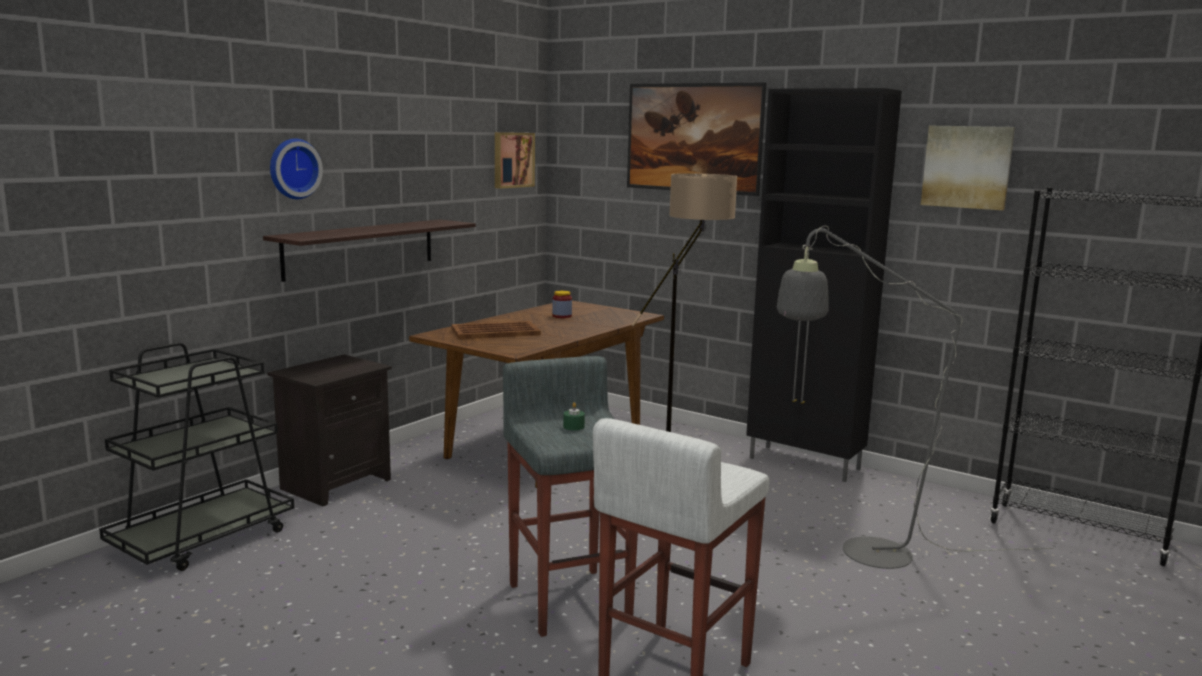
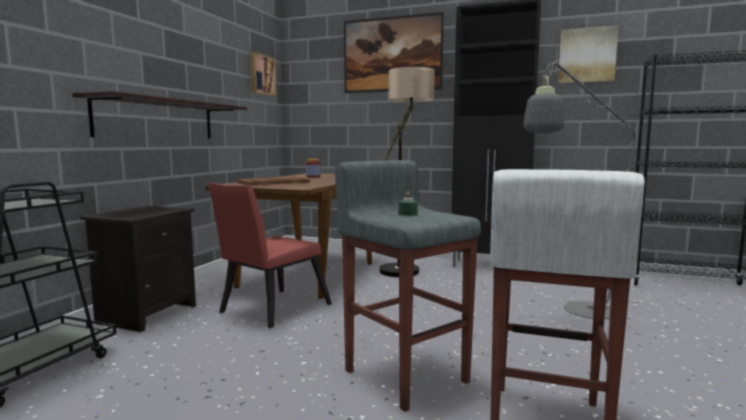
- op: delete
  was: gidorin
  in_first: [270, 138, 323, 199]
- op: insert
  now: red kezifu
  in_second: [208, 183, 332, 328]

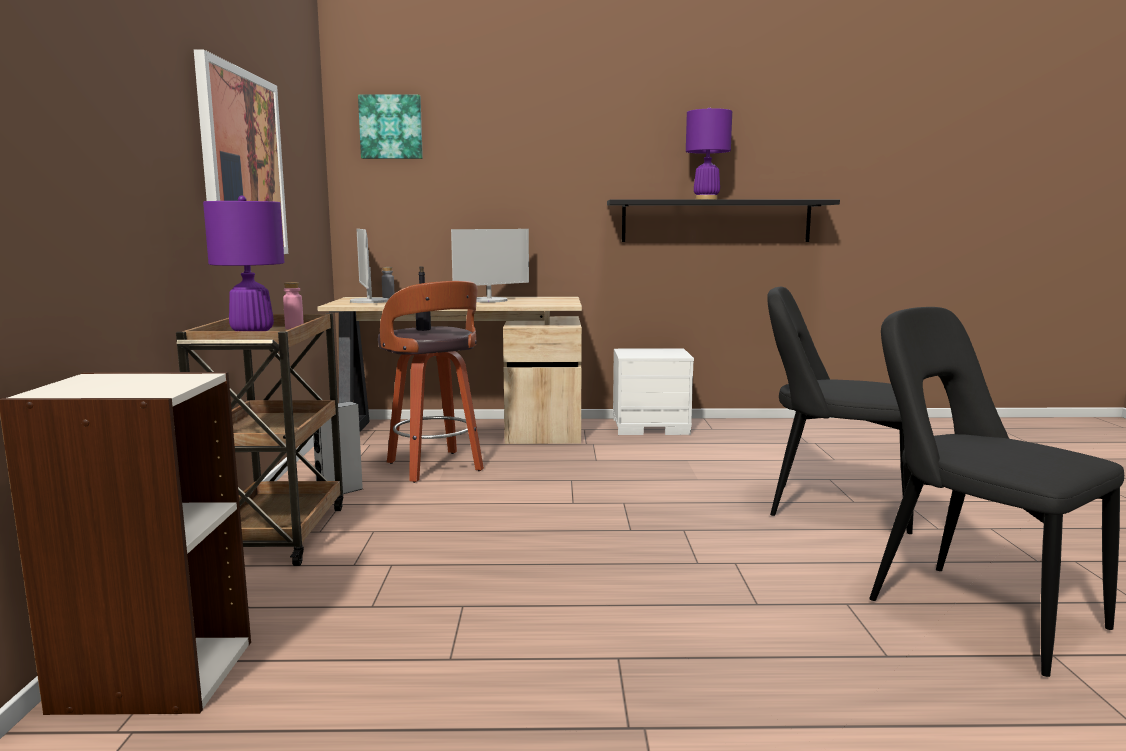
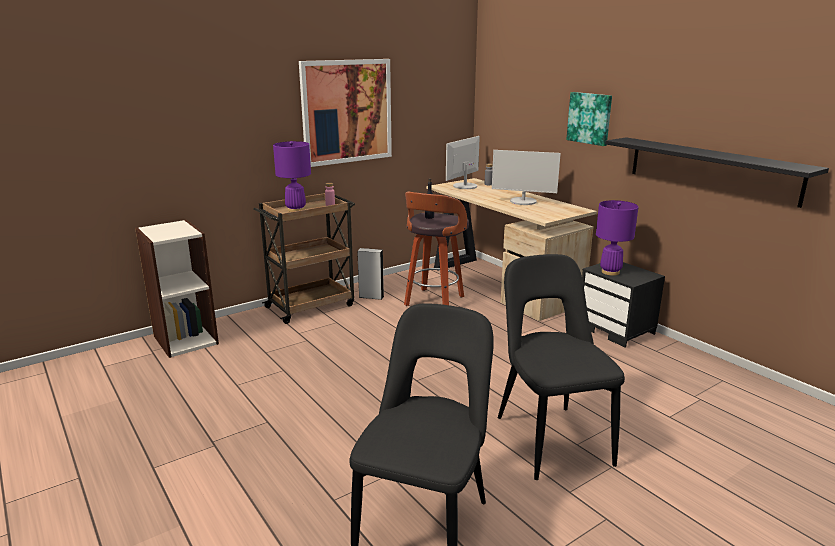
- op: move
  was: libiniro
  in_first: [358, 95, 423, 159]
  in_second: [566, 92, 612, 146]
- op: recolor
  was: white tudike
  now: black tudike
  in_first: [613, 348, 694, 435]
  in_second: [582, 262, 665, 348]
- op: move
  was: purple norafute
  in_first: [686, 108, 732, 200]
  in_second: [596, 200, 638, 276]

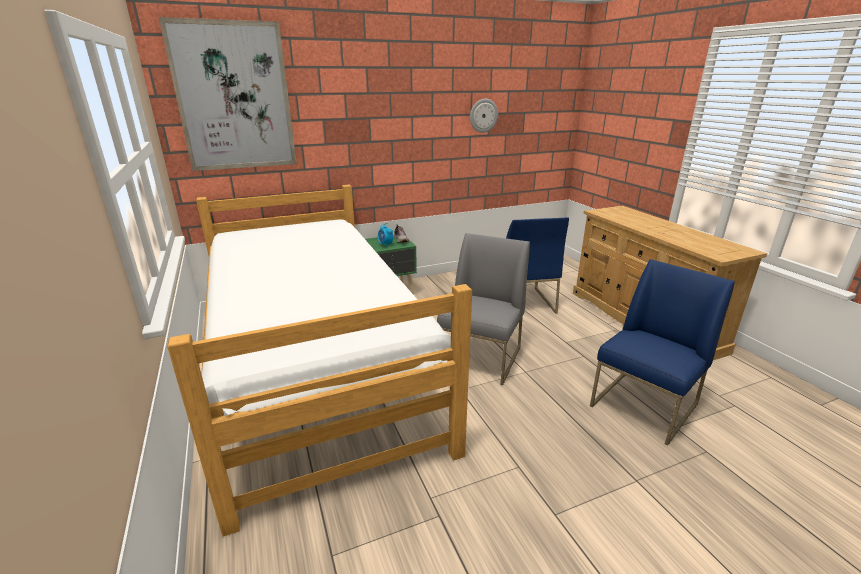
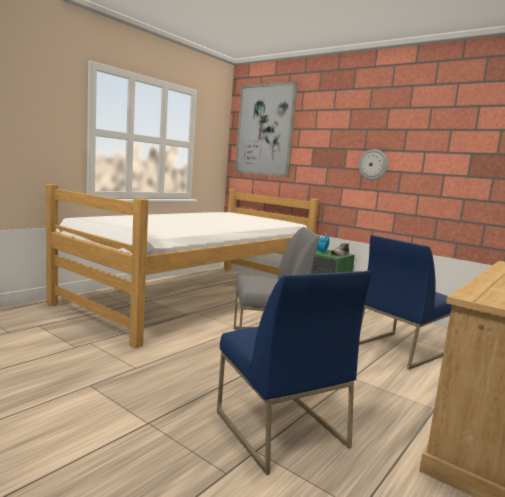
- op: move
  was: gidorin
  in_first: [470, 99, 498, 133]
  in_second: [358, 149, 388, 180]
- op: rotate
  was: blue kezifu
  in_first: [590, 259, 735, 446]
  in_second: [217, 271, 372, 475]
  clockwise: 45

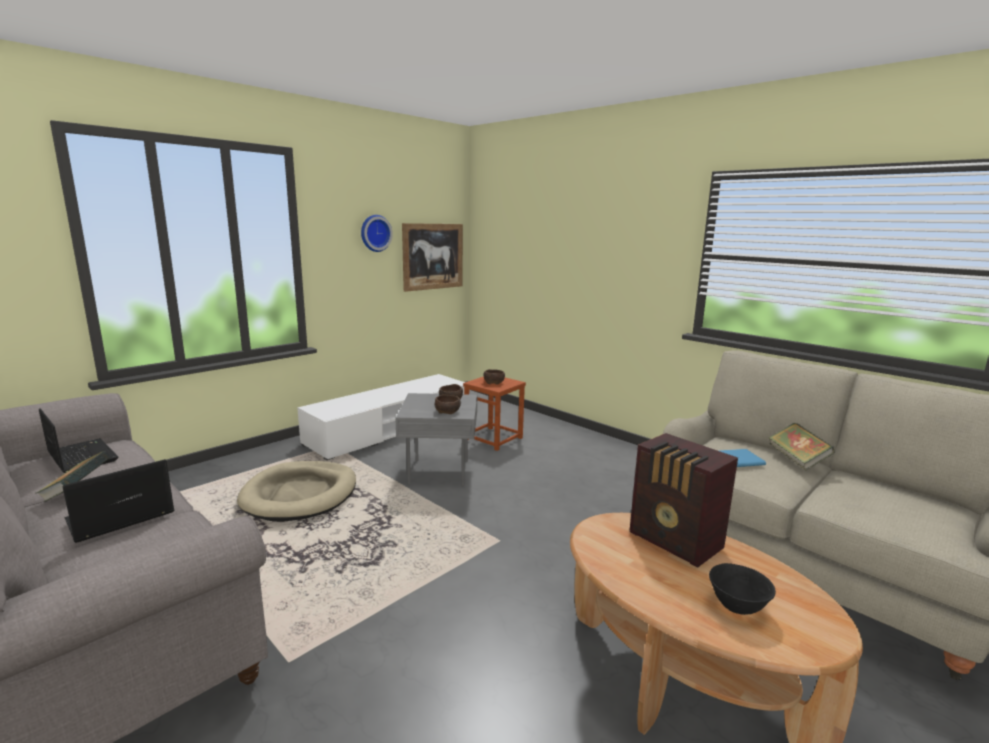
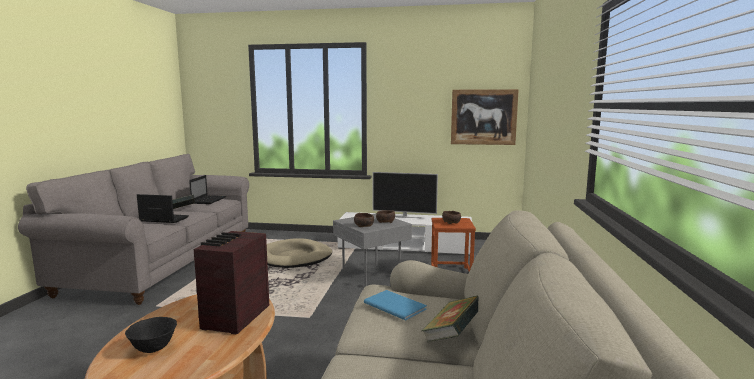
- op: delete
  was: gidorin
  in_first: [361, 215, 393, 252]
- op: insert
  now: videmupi
  in_second: [373, 172, 438, 218]

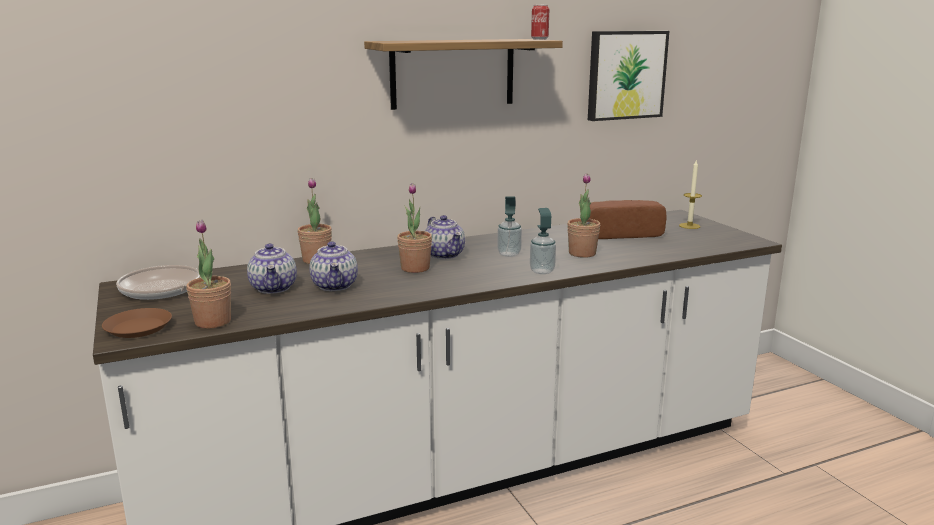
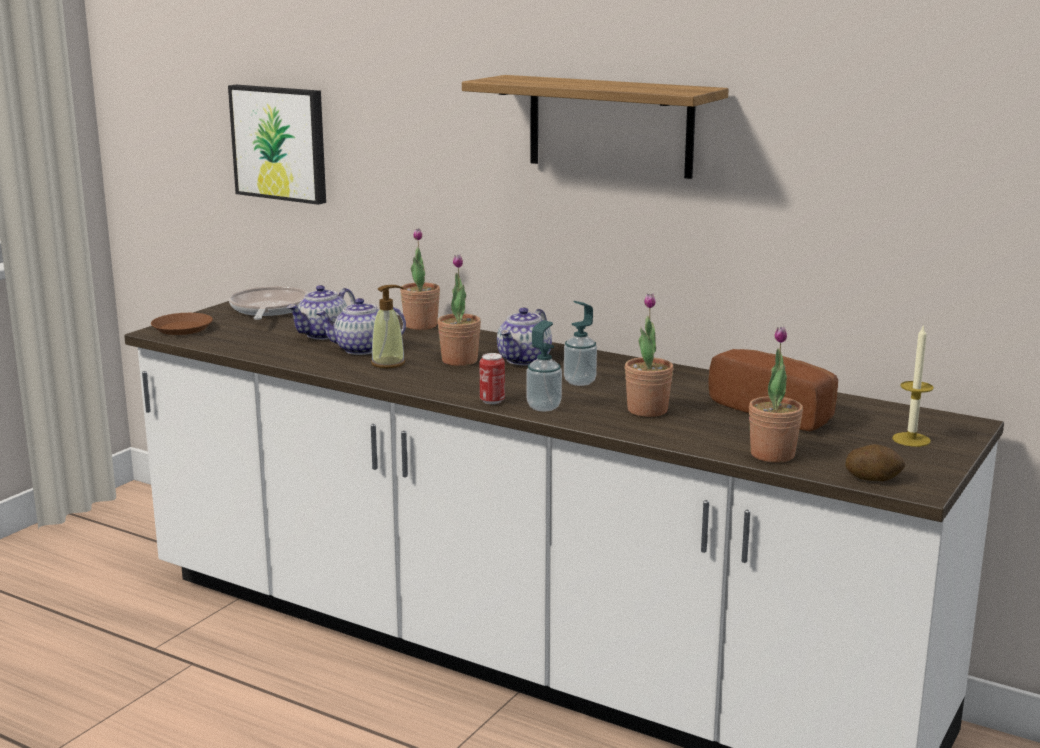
- op: move
  was: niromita
  in_first: [186, 220, 231, 329]
  in_second: [749, 326, 803, 463]
- op: rotate
  was: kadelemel
  in_first: [309, 241, 358, 291]
  in_second: [315, 298, 406, 355]
  clockwise: 45
- op: move
  was: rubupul
  in_first: [531, 5, 549, 40]
  in_second: [480, 353, 505, 404]
- op: move
  was: libiniro
  in_first: [588, 31, 669, 121]
  in_second: [228, 85, 326, 205]
- op: insert
  now: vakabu
  in_second: [371, 285, 405, 368]
- op: insert
  now: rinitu
  in_second: [845, 444, 905, 481]

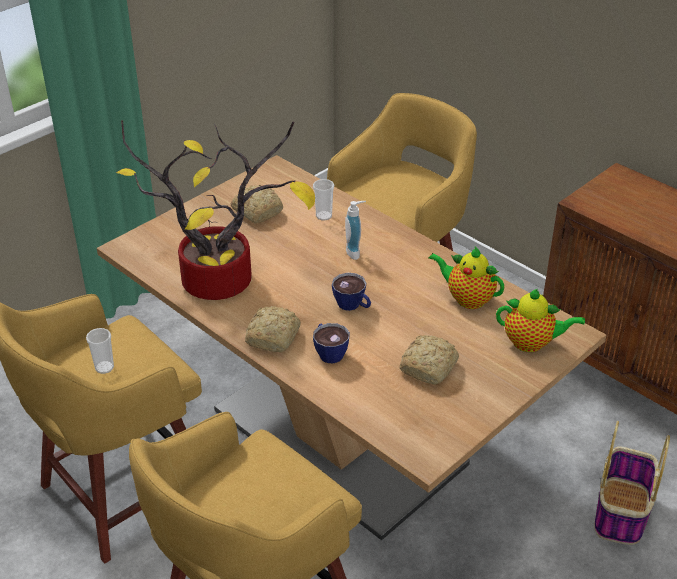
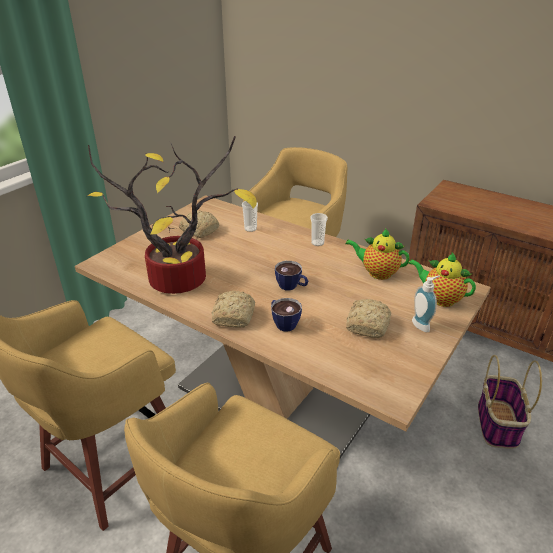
- op: move
  was: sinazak
  in_first: [86, 328, 114, 374]
  in_second: [310, 213, 328, 246]
- op: move
  was: vakabu
  in_first: [345, 201, 366, 260]
  in_second: [412, 276, 440, 332]
- op: rotate
  was: kadelemel
  in_first: [496, 289, 585, 352]
  in_second: [408, 253, 476, 307]
  clockwise: -150

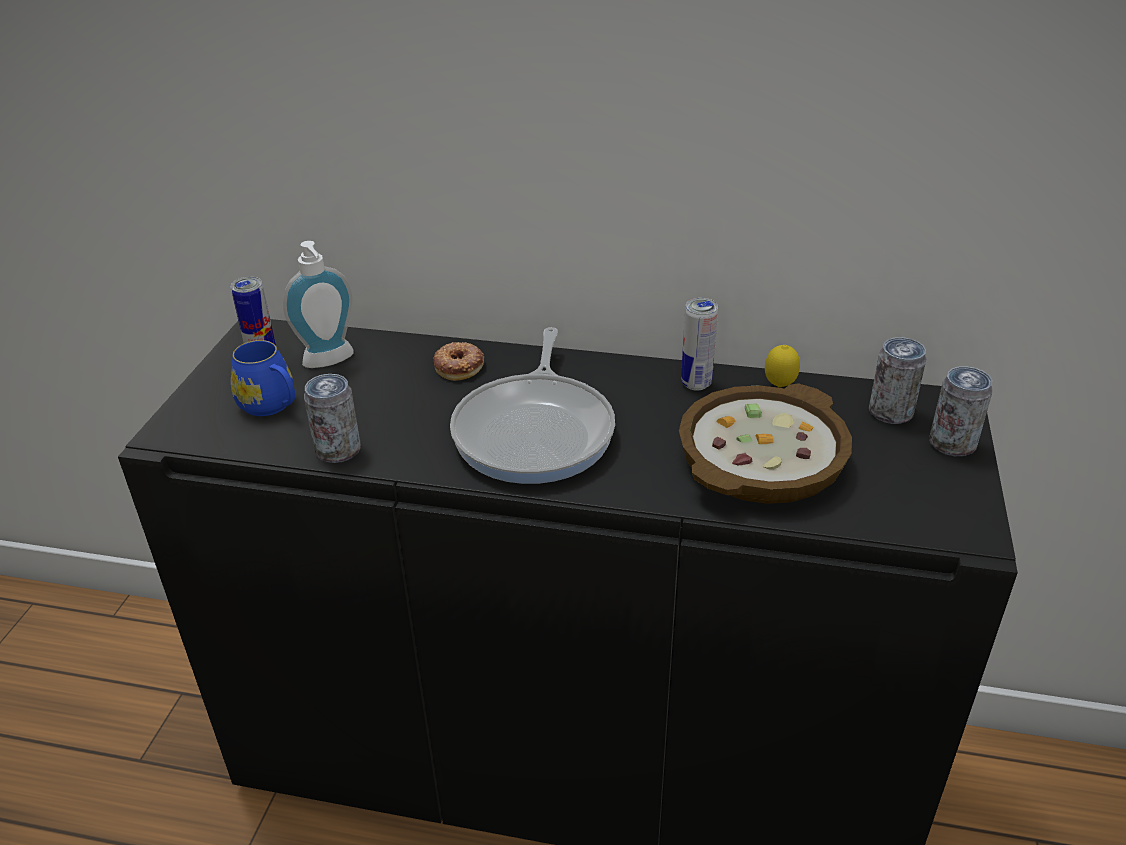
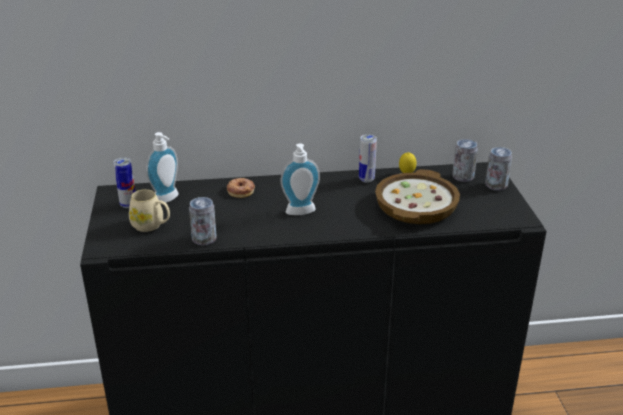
- op: recolor
  was: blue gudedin
  now: beige gudedin
  in_first: [231, 340, 295, 416]
  in_second: [129, 189, 170, 232]
- op: replace
  was: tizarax
  now: vakabu
  in_first: [450, 327, 615, 484]
  in_second: [280, 143, 320, 215]

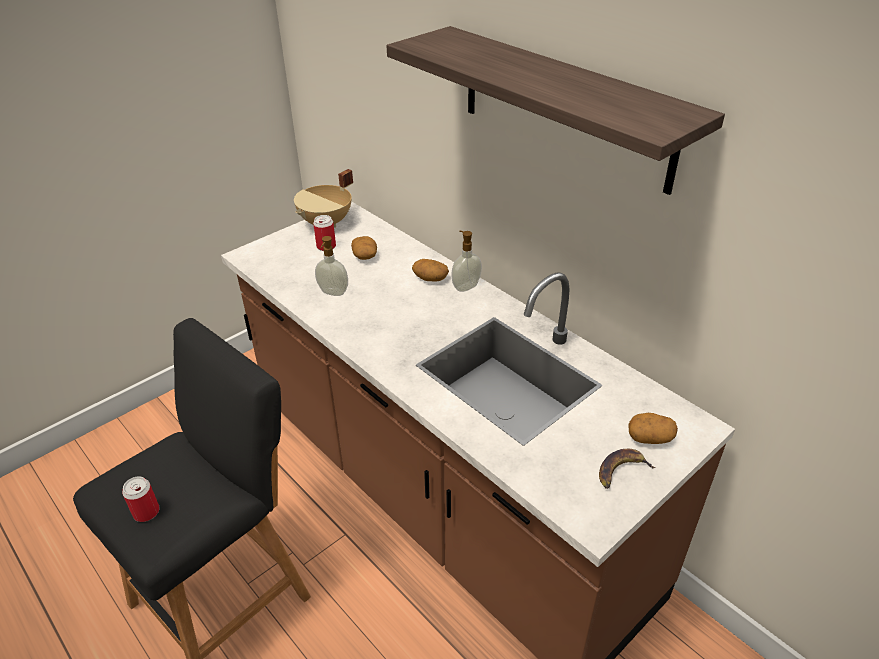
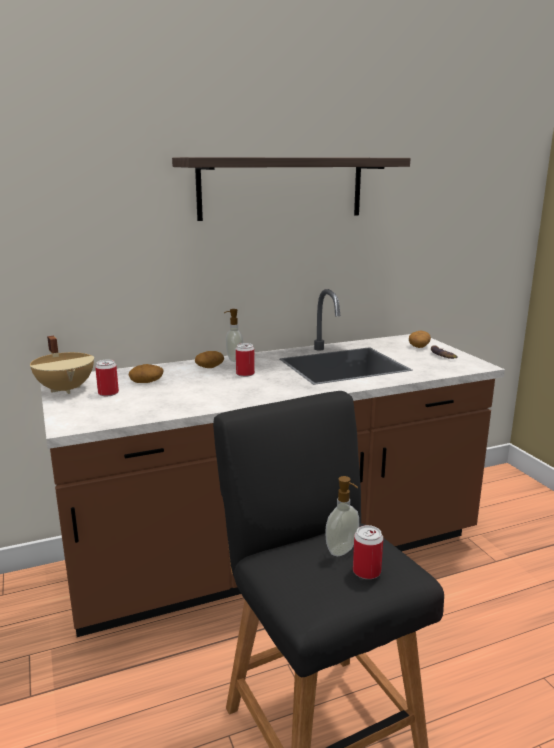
- op: move
  was: vakabu
  in_first: [315, 236, 348, 296]
  in_second: [325, 476, 359, 556]
- op: insert
  now: rubupul
  in_second: [236, 343, 255, 377]

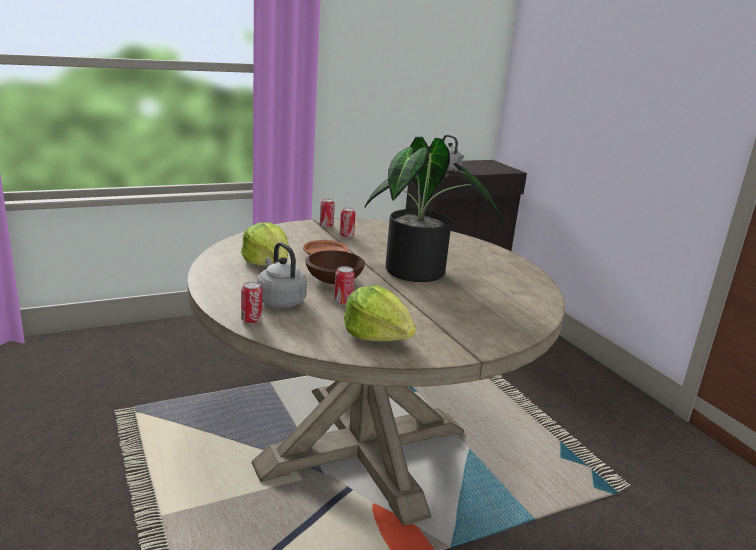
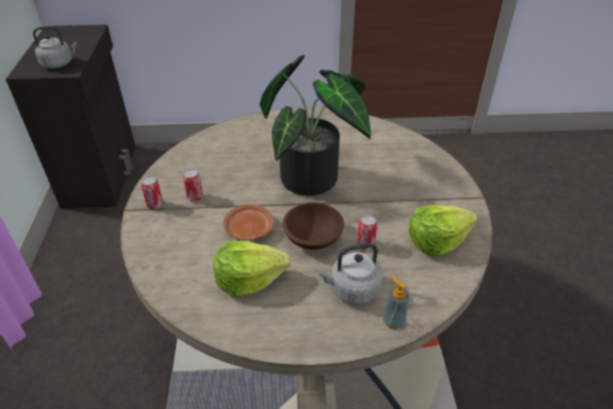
- op: replace
  was: rubupul
  now: vakabu
  in_first: [241, 282, 262, 324]
  in_second: [383, 277, 409, 329]

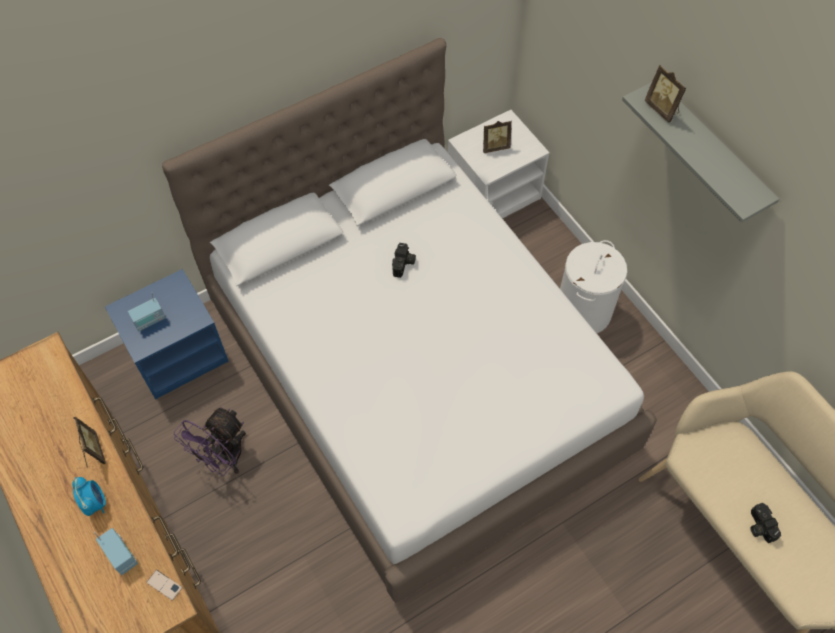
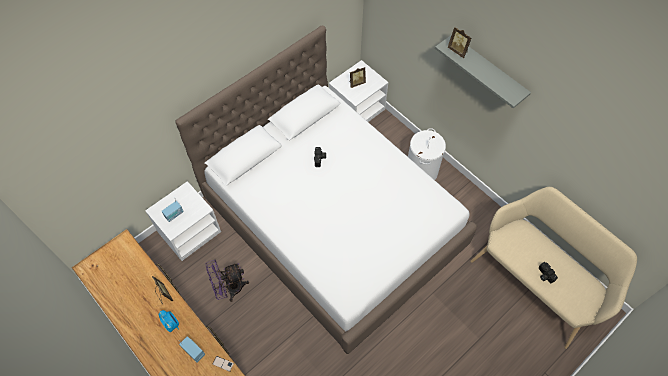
- op: recolor
  was: blue tudike
  now: white tudike
  in_first: [105, 269, 229, 400]
  in_second: [145, 181, 221, 261]
- op: rotate
  was: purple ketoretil
  in_first: [174, 407, 246, 476]
  in_second: [206, 260, 249, 302]
  clockwise: 45

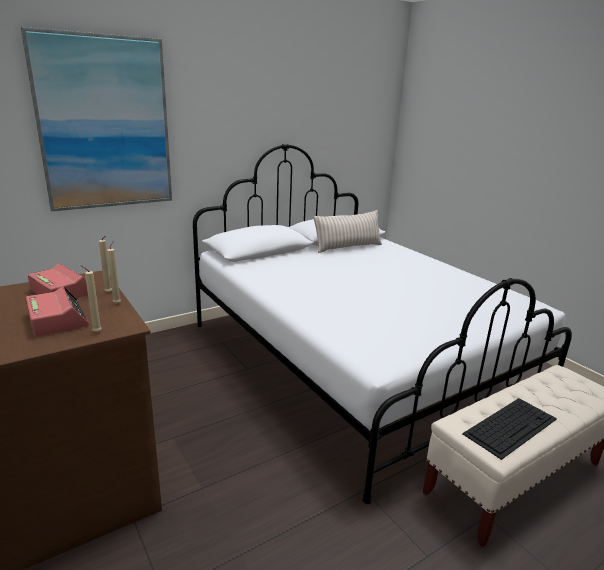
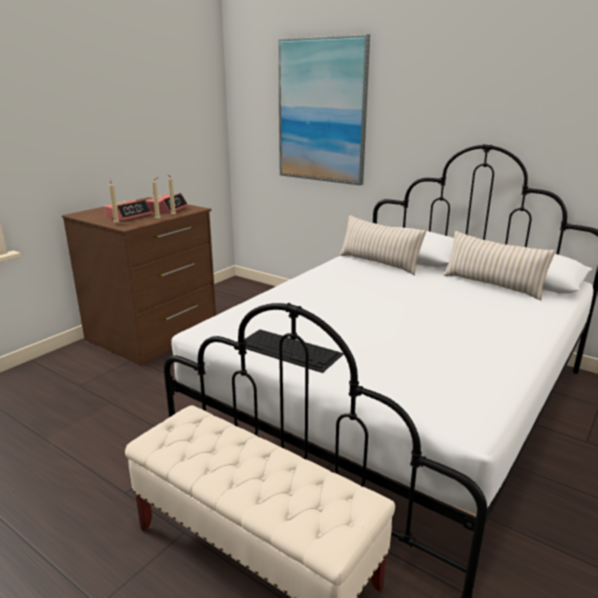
- op: move
  was: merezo
  in_first: [462, 398, 557, 460]
  in_second: [245, 329, 344, 373]
- op: insert
  now: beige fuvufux
  in_second: [339, 215, 426, 275]

